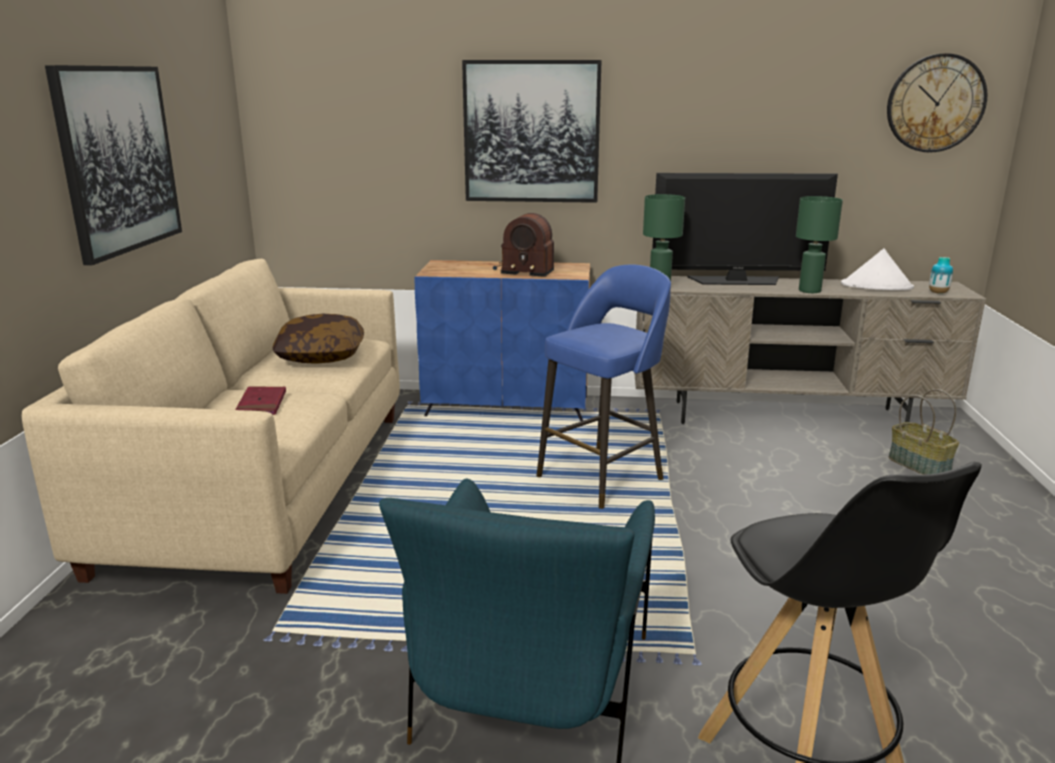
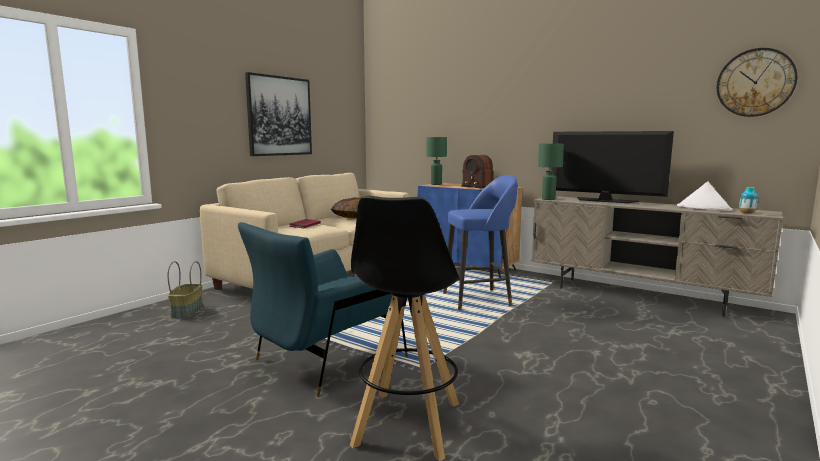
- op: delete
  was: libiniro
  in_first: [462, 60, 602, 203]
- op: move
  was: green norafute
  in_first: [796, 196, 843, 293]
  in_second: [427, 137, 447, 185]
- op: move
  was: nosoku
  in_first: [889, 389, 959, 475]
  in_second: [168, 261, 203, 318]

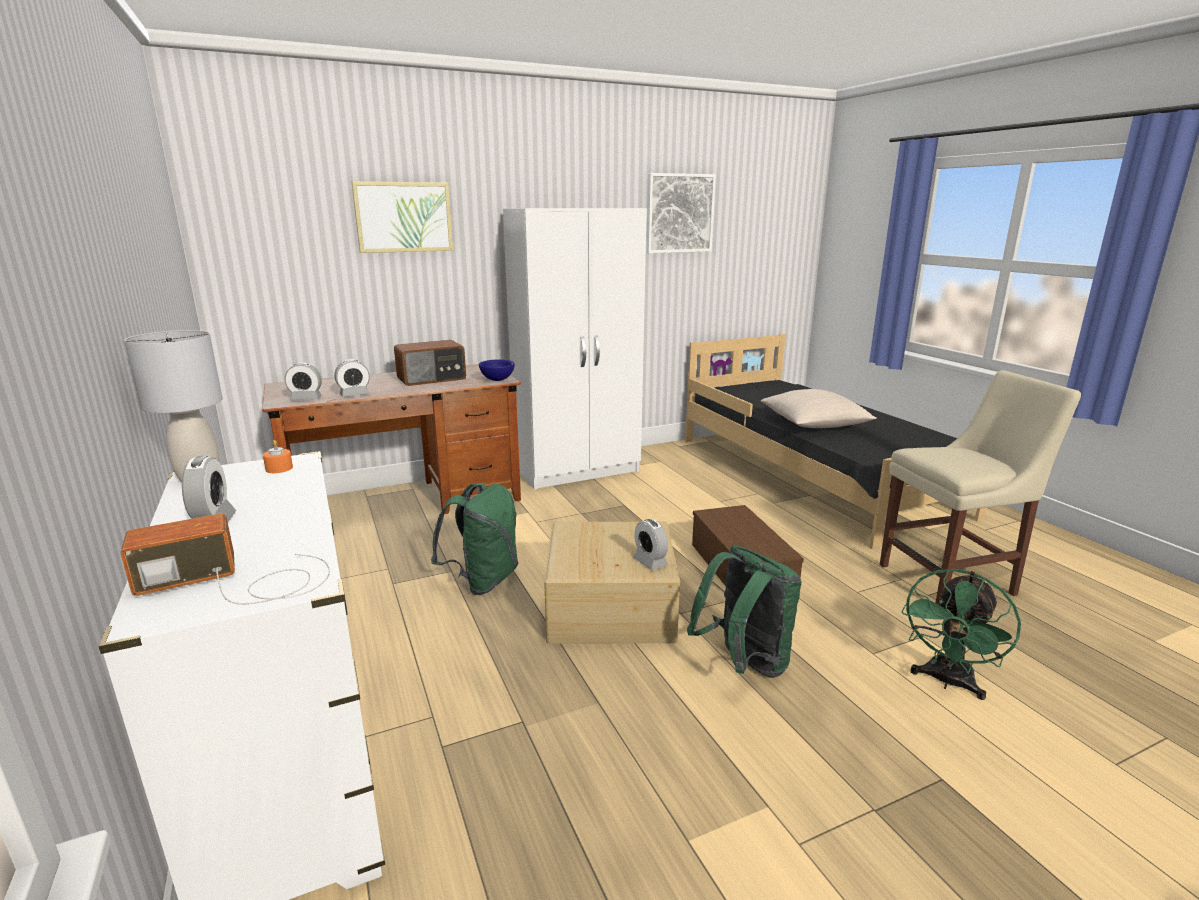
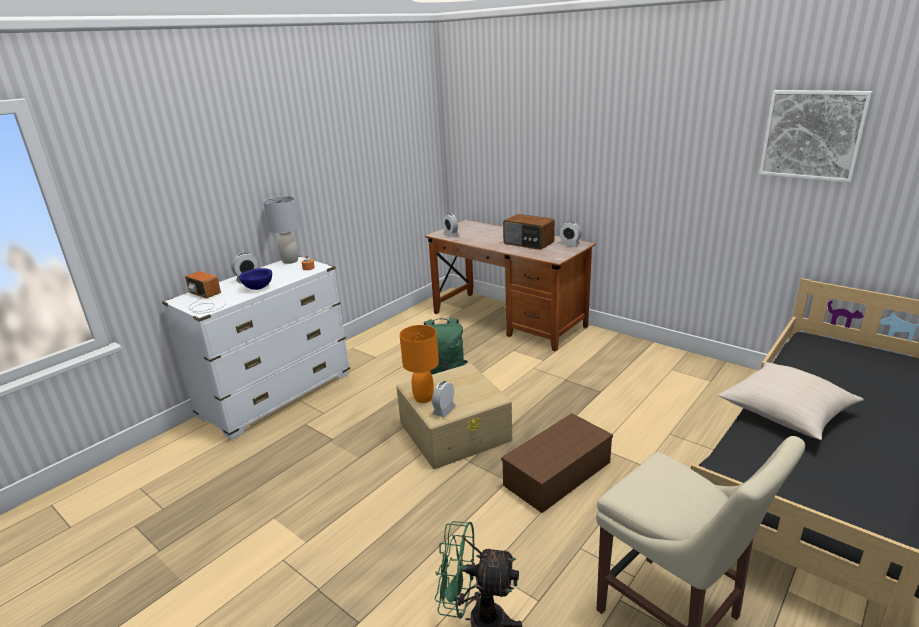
- op: move
  was: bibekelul
  in_first: [334, 359, 370, 397]
  in_second: [559, 221, 581, 247]
- op: delete
  was: libiniro
  in_first: [351, 181, 453, 253]
- op: move
  was: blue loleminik
  in_first: [479, 359, 515, 381]
  in_second: [239, 268, 272, 290]
- op: delete
  was: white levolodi
  in_first: [503, 208, 647, 490]
- op: delete
  was: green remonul
  in_first: [687, 545, 802, 678]
- op: insert
  now: orange norafute
  in_second: [400, 325, 439, 403]

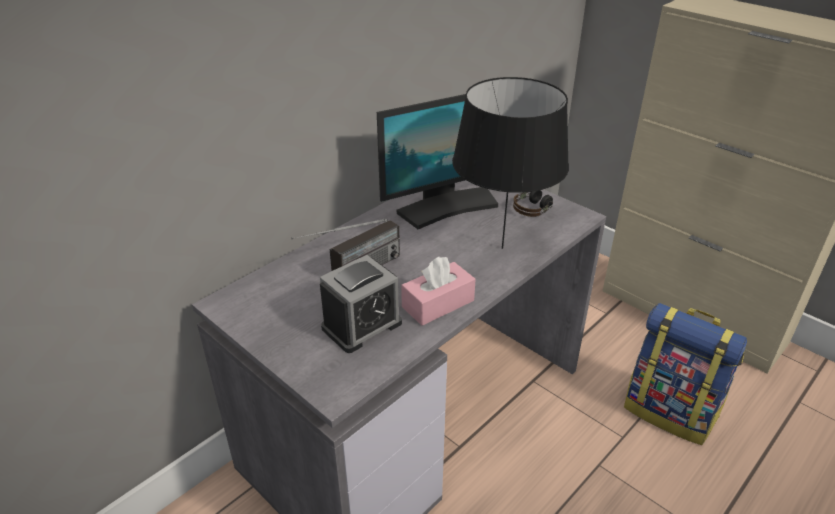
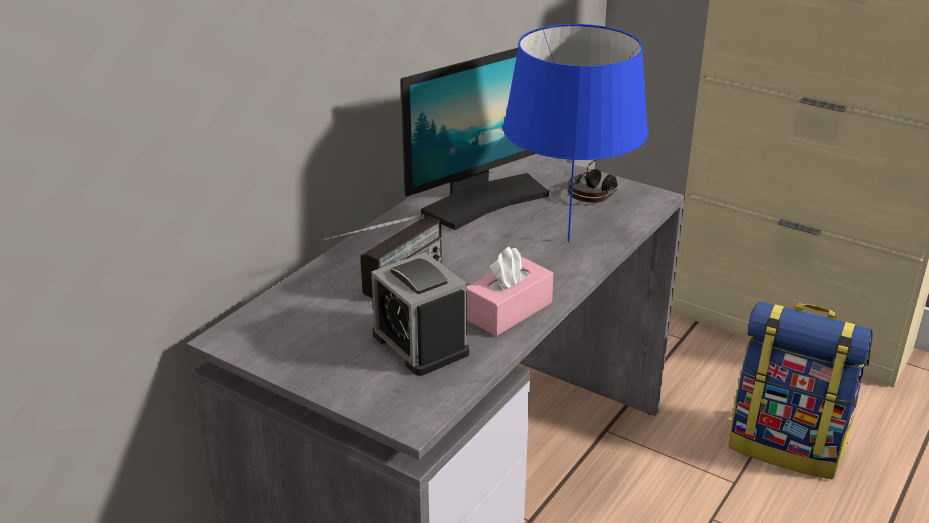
- op: rotate
  was: bibekelul
  in_first: [320, 255, 402, 353]
  in_second: [371, 252, 469, 376]
  clockwise: 105
- op: recolor
  was: black norafute
  now: blue norafute
  in_first: [452, 77, 569, 249]
  in_second: [503, 24, 648, 242]

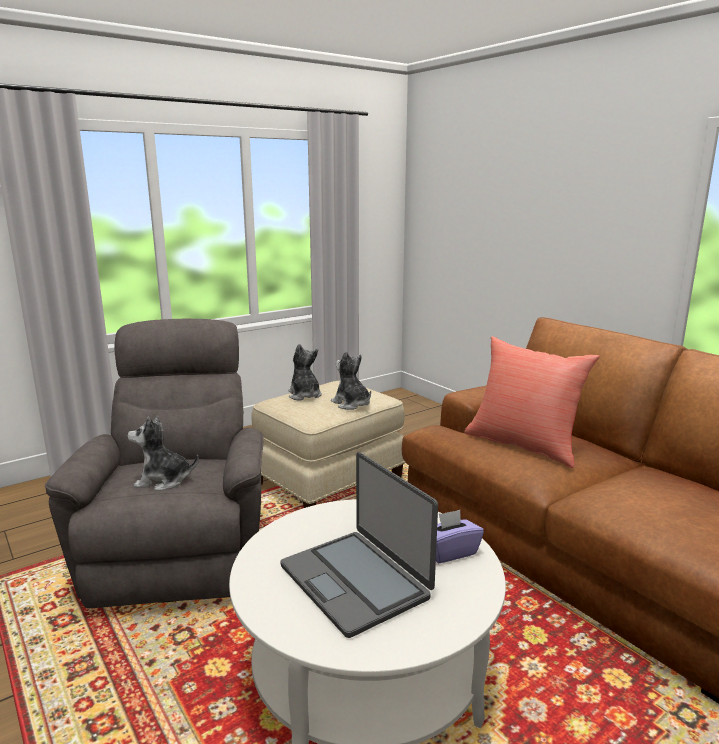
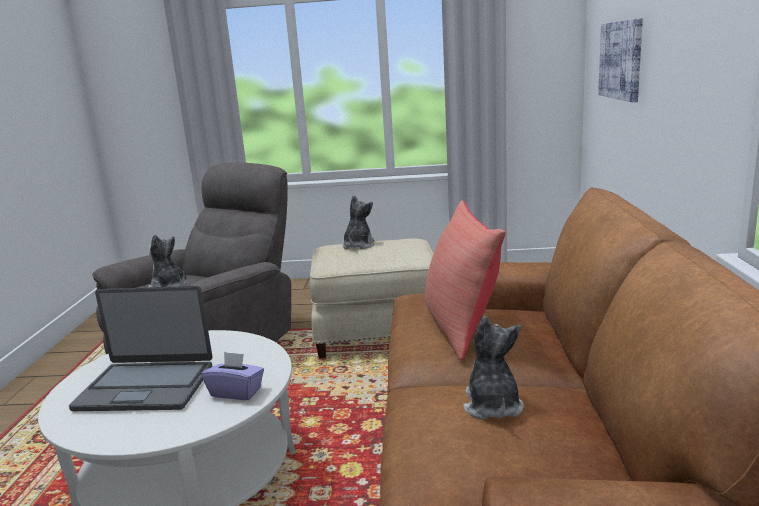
- op: rotate
  was: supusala
  in_first: [280, 452, 438, 638]
  in_second: [69, 286, 212, 411]
  clockwise: -90
- op: move
  was: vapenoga
  in_first: [331, 351, 371, 410]
  in_second: [463, 316, 524, 420]
- op: insert
  now: libiniro
  in_second: [598, 18, 643, 102]

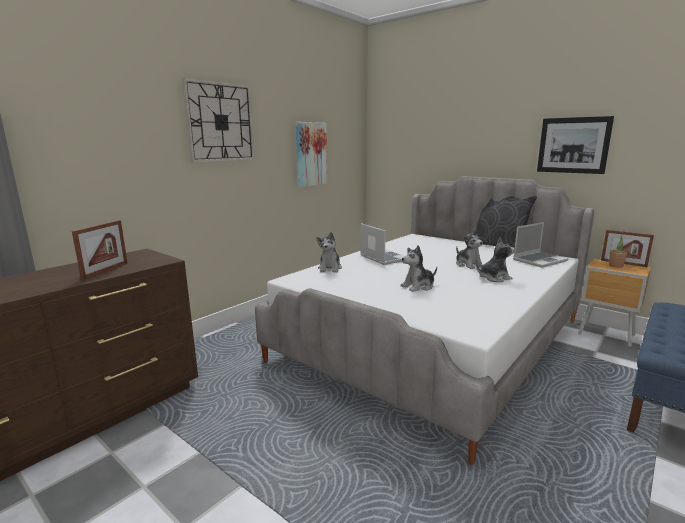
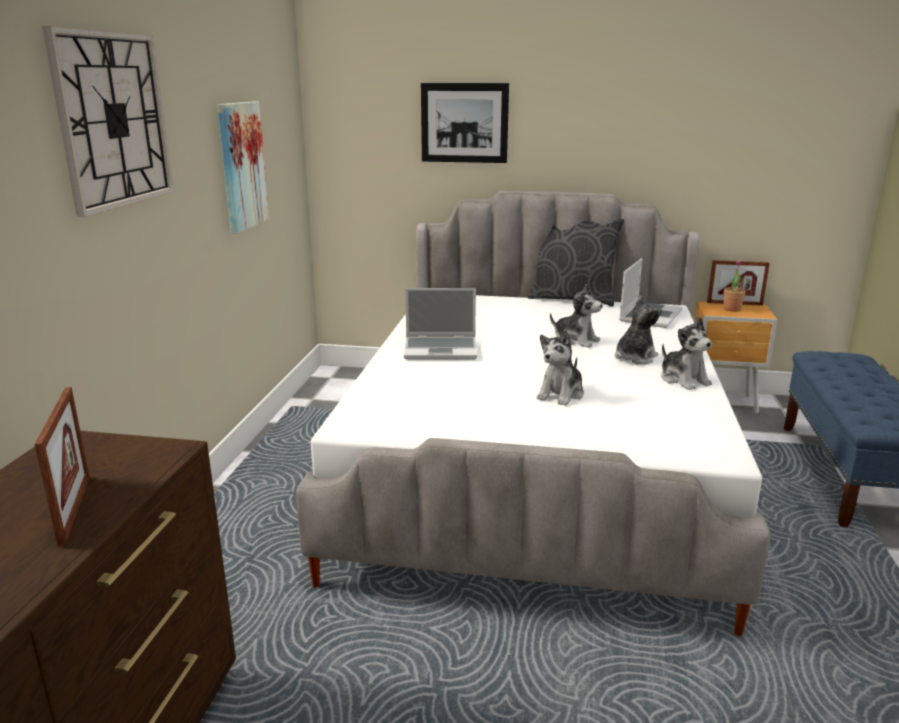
- op: move
  was: vapenoga
  in_first: [317, 232, 342, 272]
  in_second: [661, 317, 712, 390]
- op: rotate
  was: supusala
  in_first: [360, 223, 405, 265]
  in_second: [404, 288, 477, 360]
  clockwise: 150
- op: move
  was: libiniro
  in_first: [537, 116, 614, 174]
  in_second: [421, 83, 509, 163]

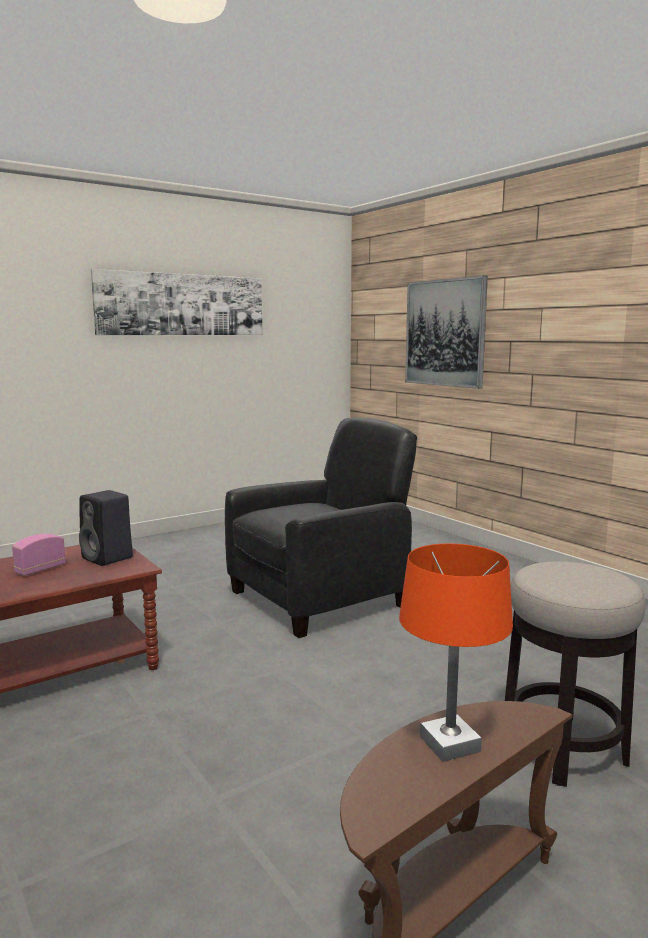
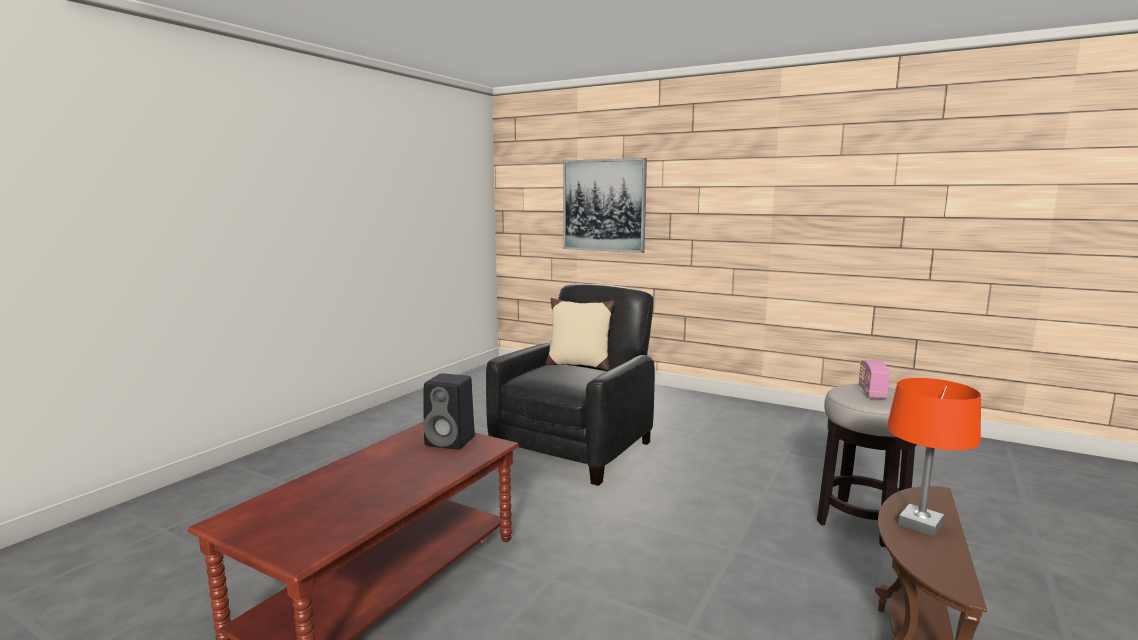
- op: move
  was: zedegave
  in_first: [12, 534, 66, 576]
  in_second: [859, 360, 890, 399]
- op: delete
  was: libiniro
  in_first: [91, 269, 262, 335]
- op: insert
  now: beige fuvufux
  in_second: [546, 298, 615, 371]

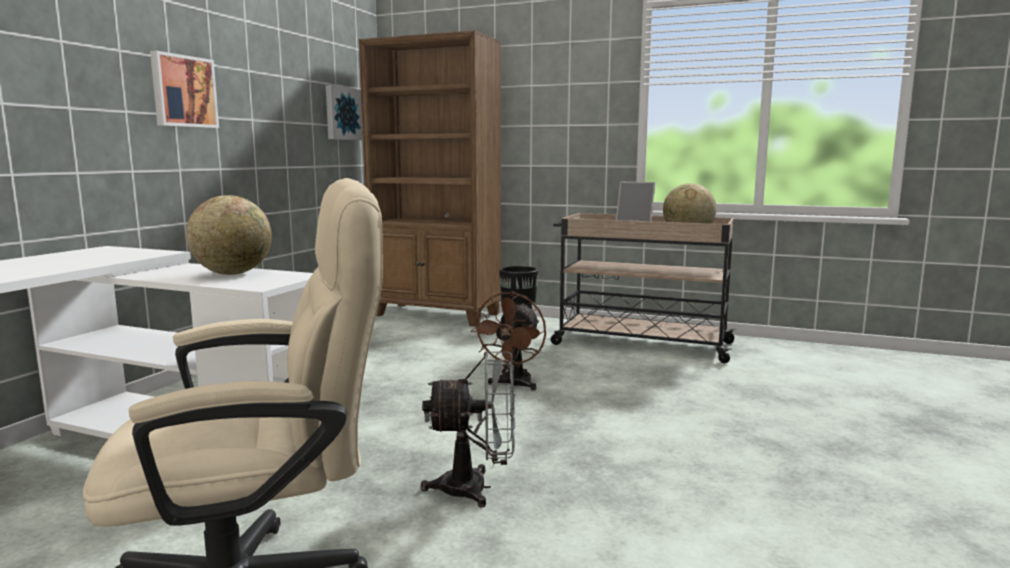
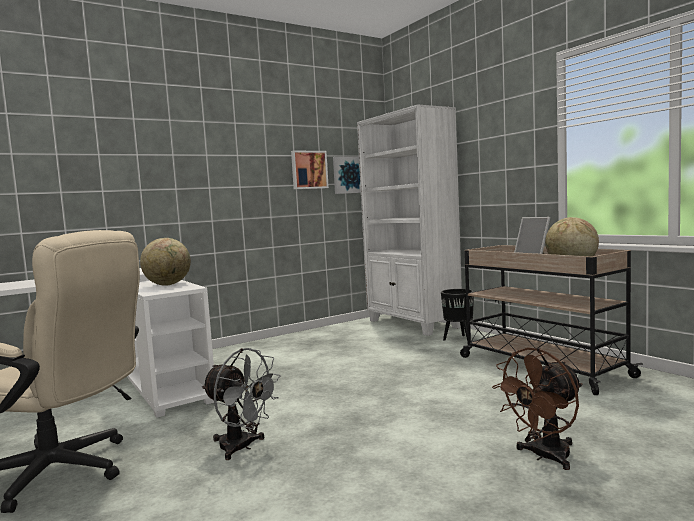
- op: move
  was: libiniro
  in_first: [150, 51, 219, 128]
  in_second: [291, 150, 329, 189]
- op: recolor
  was: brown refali
  now: white refali
  in_first: [359, 30, 501, 326]
  in_second: [357, 104, 462, 336]
- op: move
  was: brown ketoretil
  in_first: [471, 292, 546, 391]
  in_second: [492, 348, 583, 470]

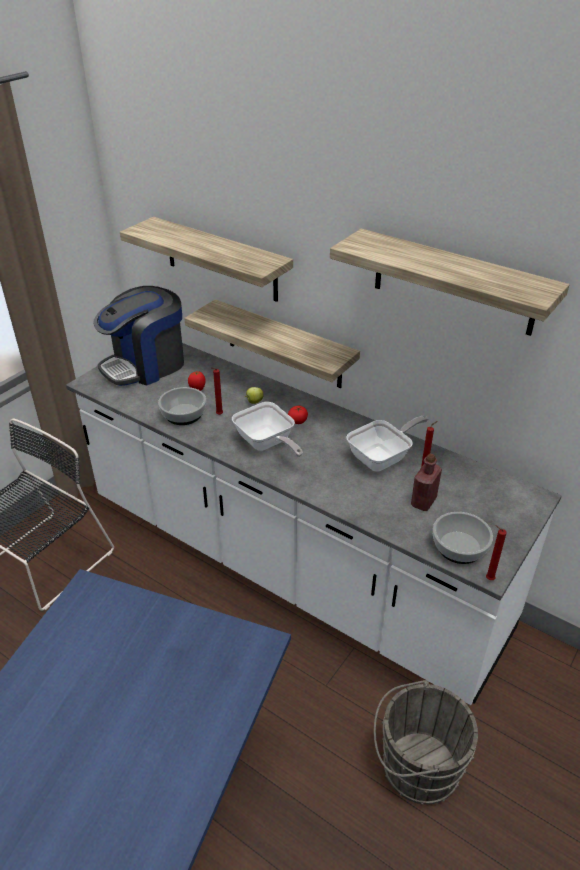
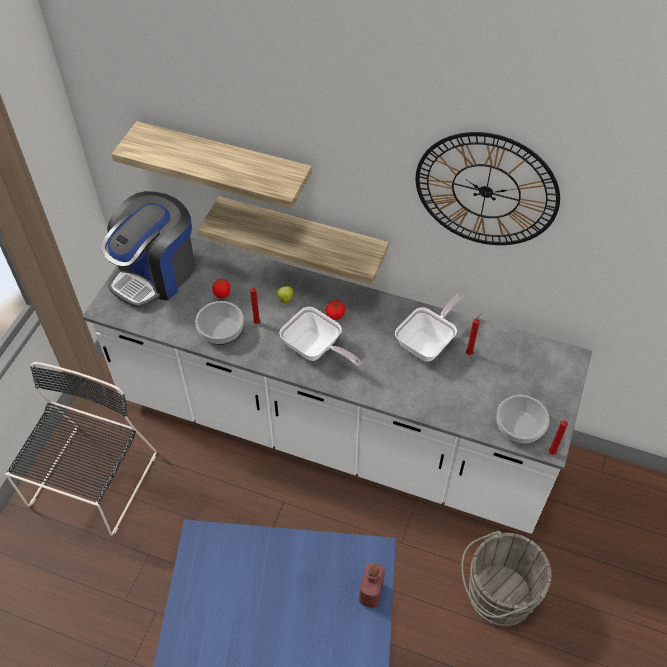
- op: replace
  was: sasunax
  now: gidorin
  in_first: [330, 229, 570, 336]
  in_second: [416, 132, 560, 245]
- op: move
  was: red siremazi
  in_first: [411, 453, 442, 511]
  in_second: [359, 563, 385, 608]

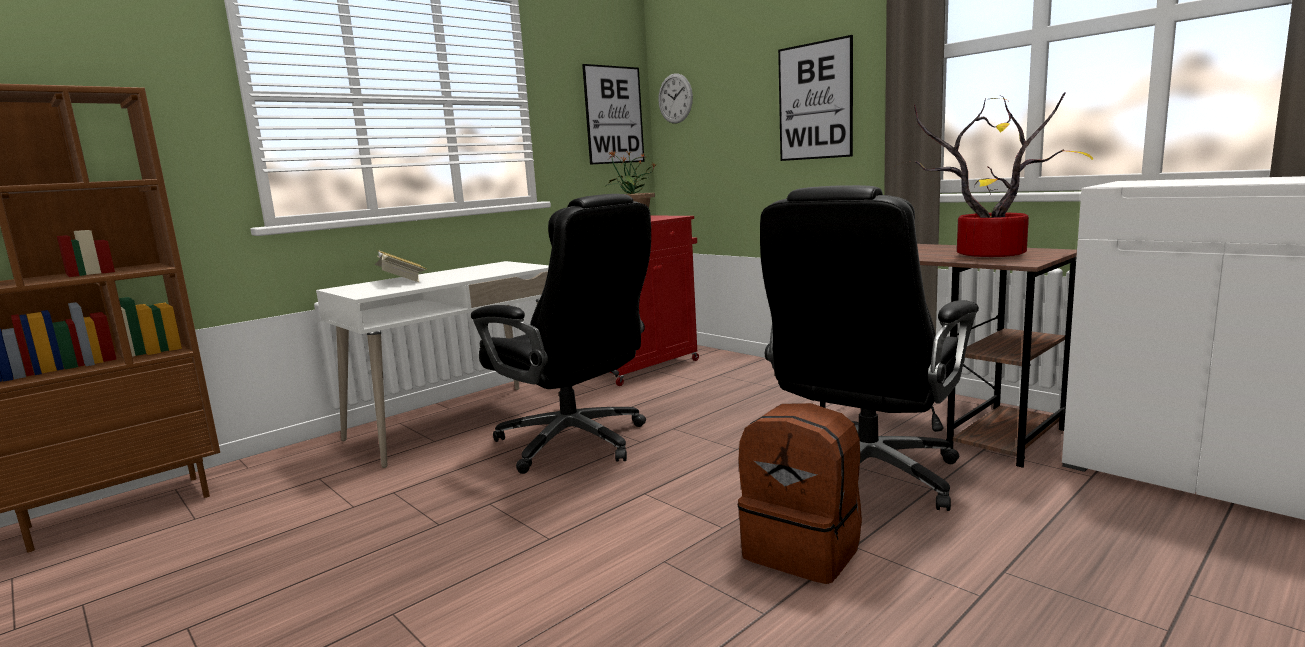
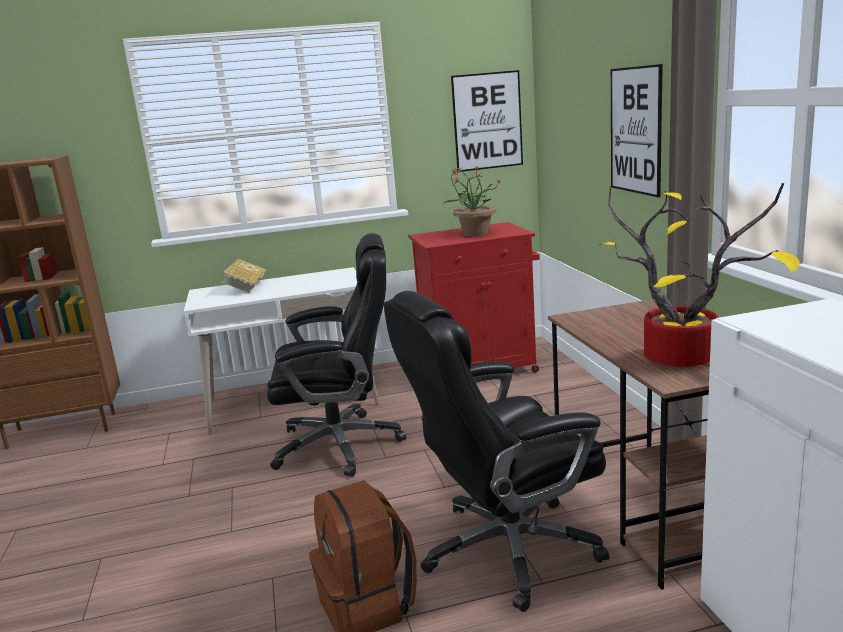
- op: rotate
  was: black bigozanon
  in_first: [471, 194, 651, 474]
  in_second: [267, 233, 407, 477]
  clockwise: -75
- op: delete
  was: gidorin
  in_first: [658, 74, 693, 124]

